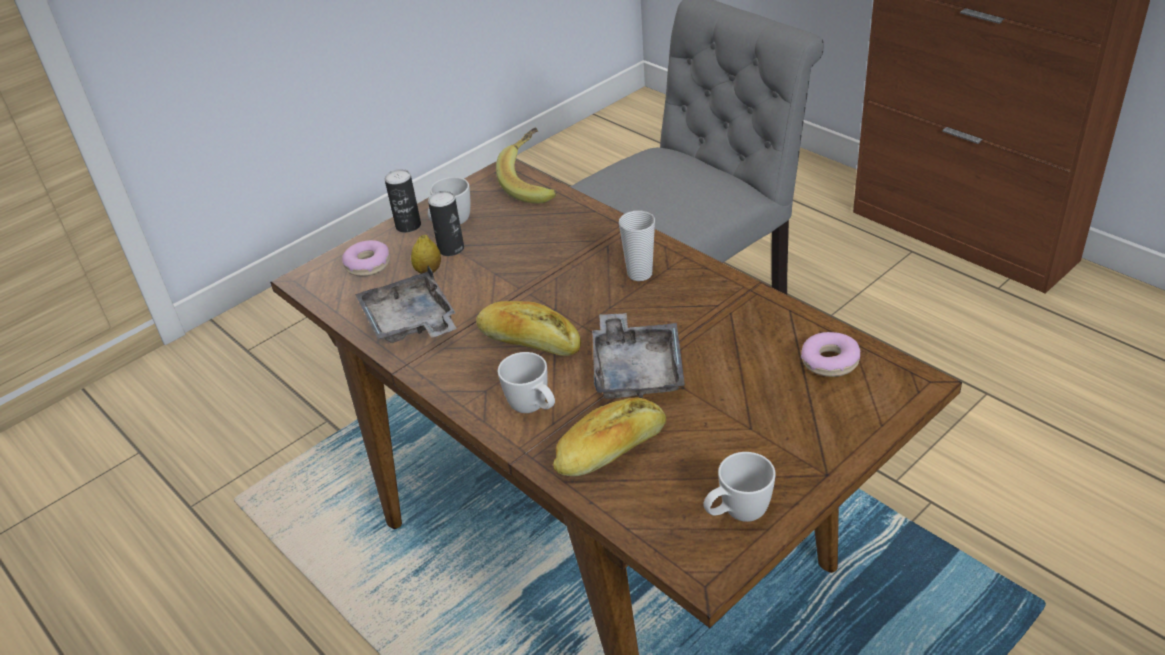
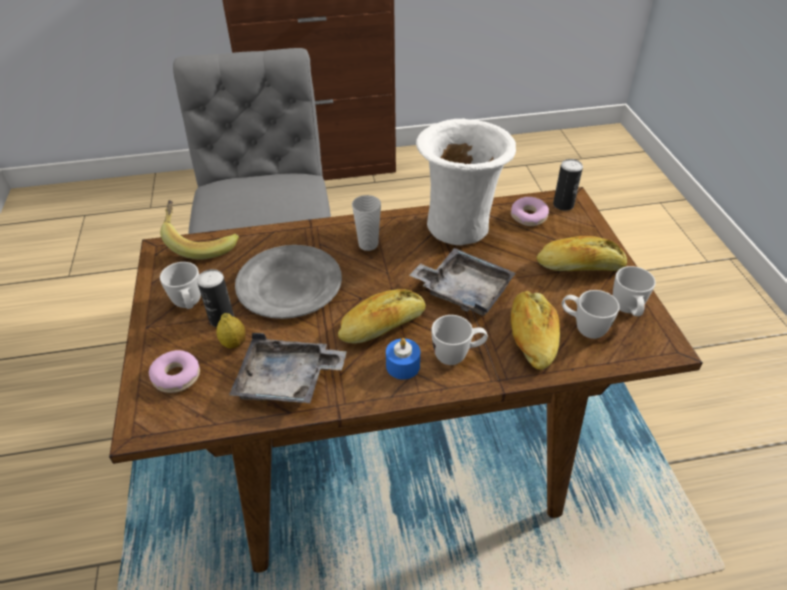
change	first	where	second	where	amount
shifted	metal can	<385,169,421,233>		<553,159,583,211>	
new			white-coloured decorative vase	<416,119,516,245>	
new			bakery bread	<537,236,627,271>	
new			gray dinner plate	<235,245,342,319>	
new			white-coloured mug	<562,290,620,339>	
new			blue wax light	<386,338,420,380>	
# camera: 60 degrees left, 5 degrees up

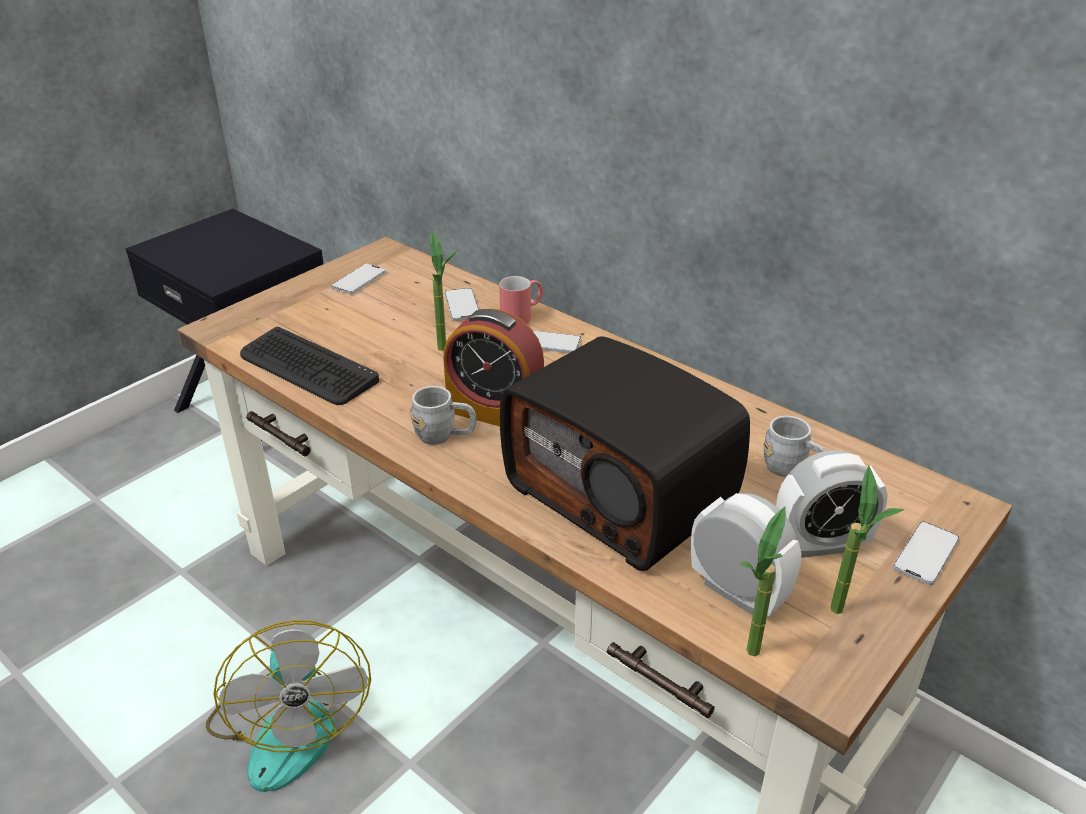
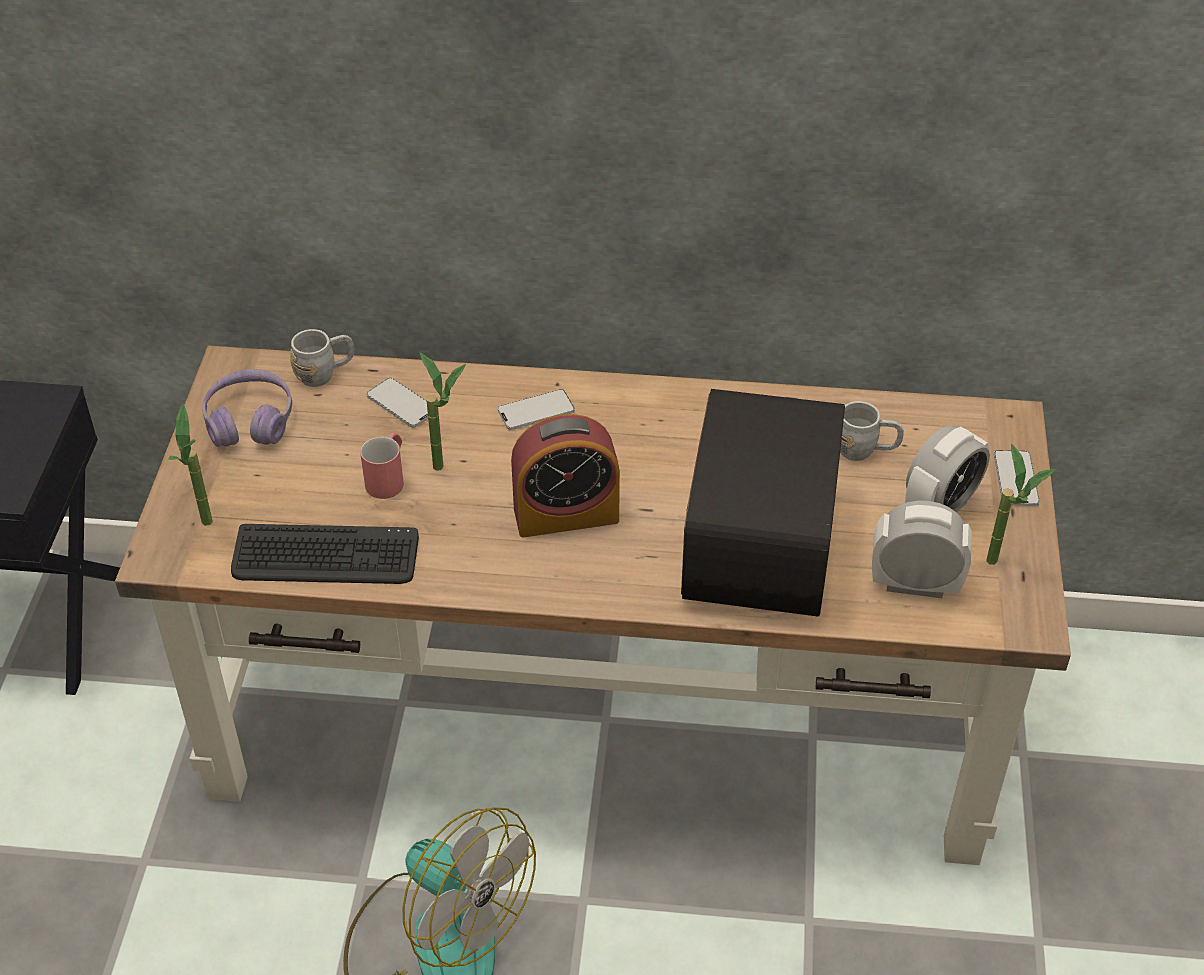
change	first	where	second	where	amount
swapped	telephone	<331,264,386,294>	purple headphones	<202,369,292,447>	
shifted	red mug	<499,276,544,324>		<360,433,404,499>	
rotated	radio receiver	<500,336,750,571>		<681,389,845,617>	90 degrees counterclockwise
shifted	gray mug	<410,386,476,445>		<290,329,354,387>	
shifted	houseplant	<740,507,786,657>		<168,404,213,526>	
# camera: 35 degrees left, 10 degrees up

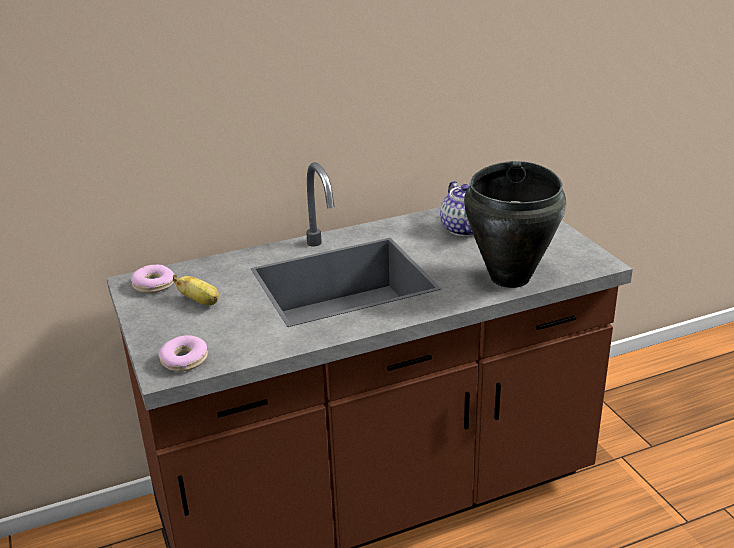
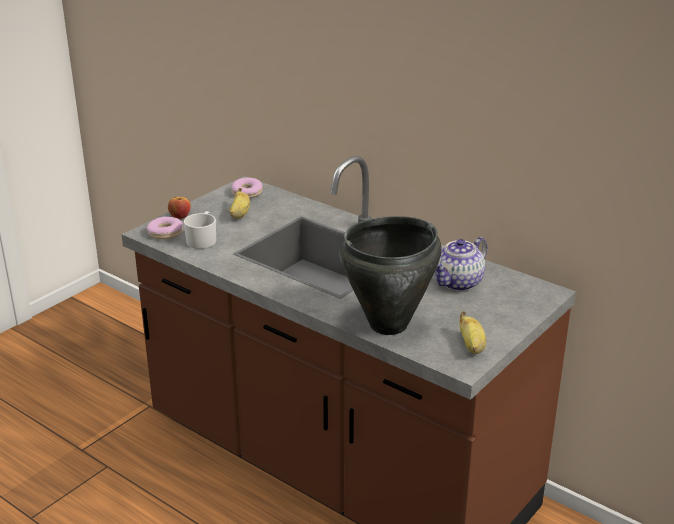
change	first	where	second	where	amount
new			apple	<168,197,191,219>	
new			white-coloured mug	<184,211,216,249>	
new			whole banana	<459,311,486,354>	
# camera: 60 degrees right, 0 degrees up

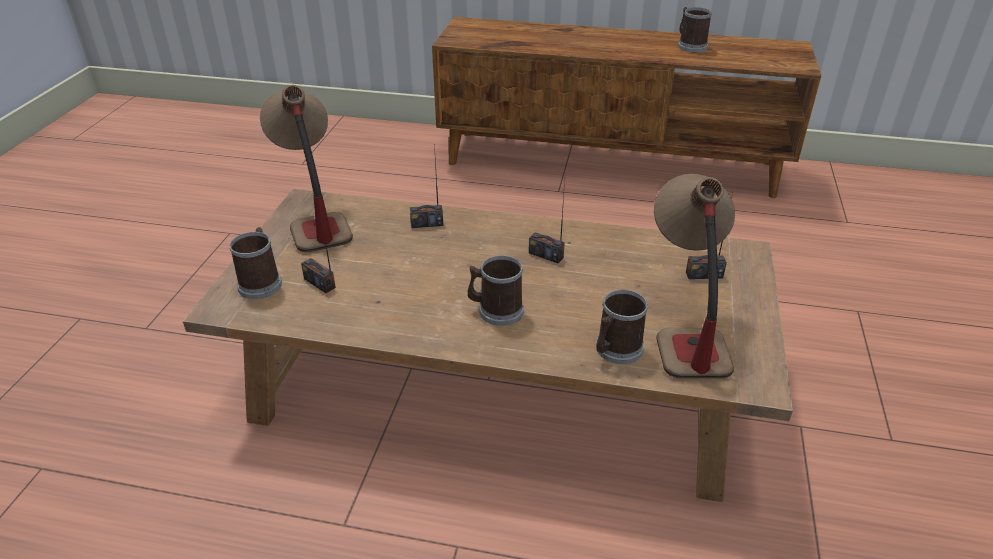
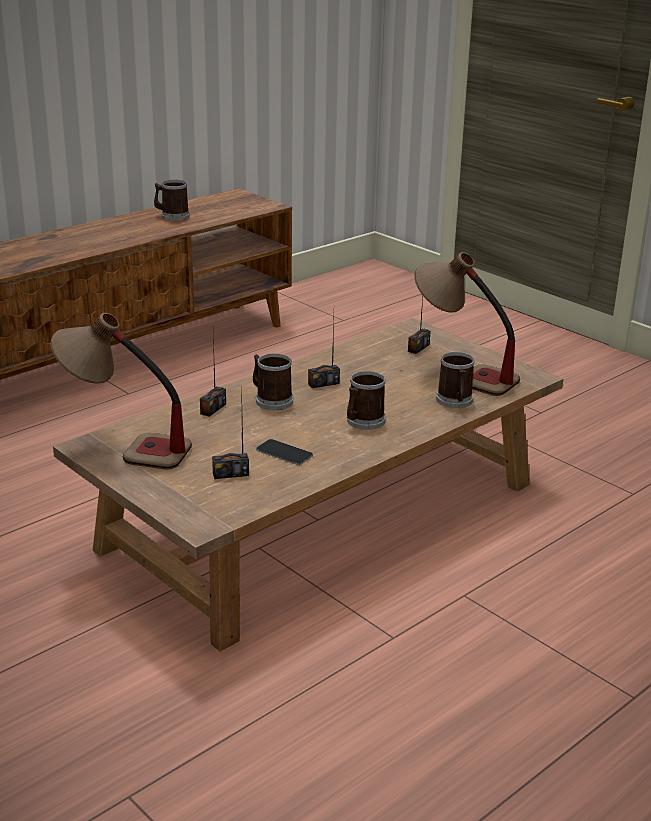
change	first	where	second	where	amount
shifted	mug	<229,227,282,299>		<253,354,293,410>	
new			telephone	<257,439,313,465>	
# camera: 55 degrees left, 10 degrees down

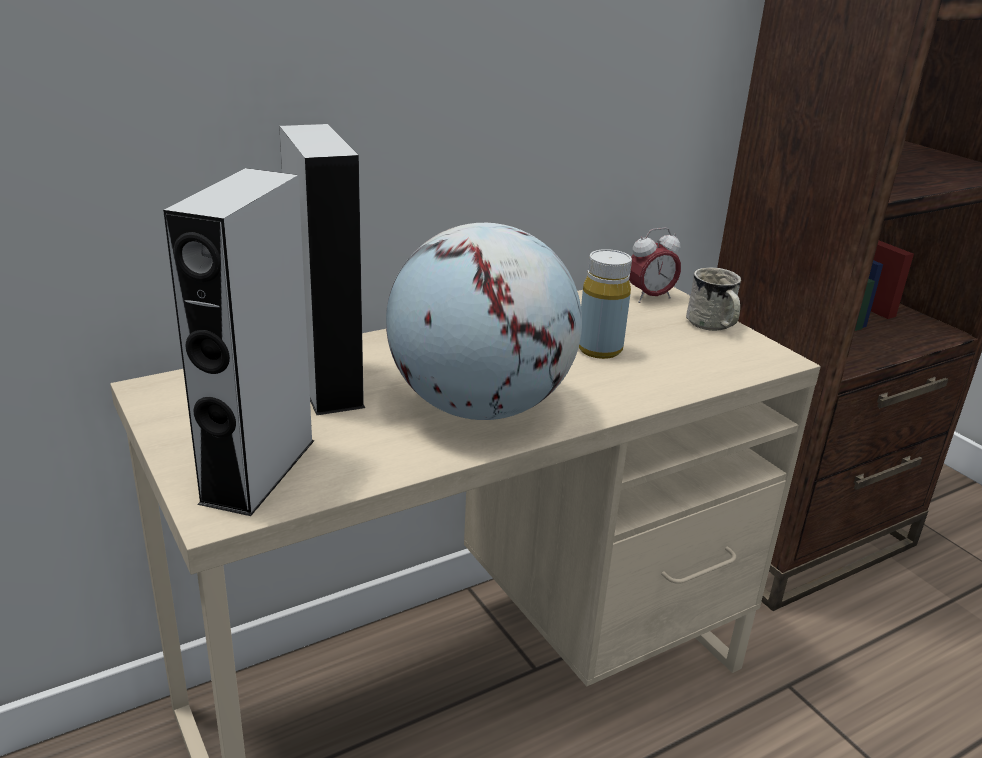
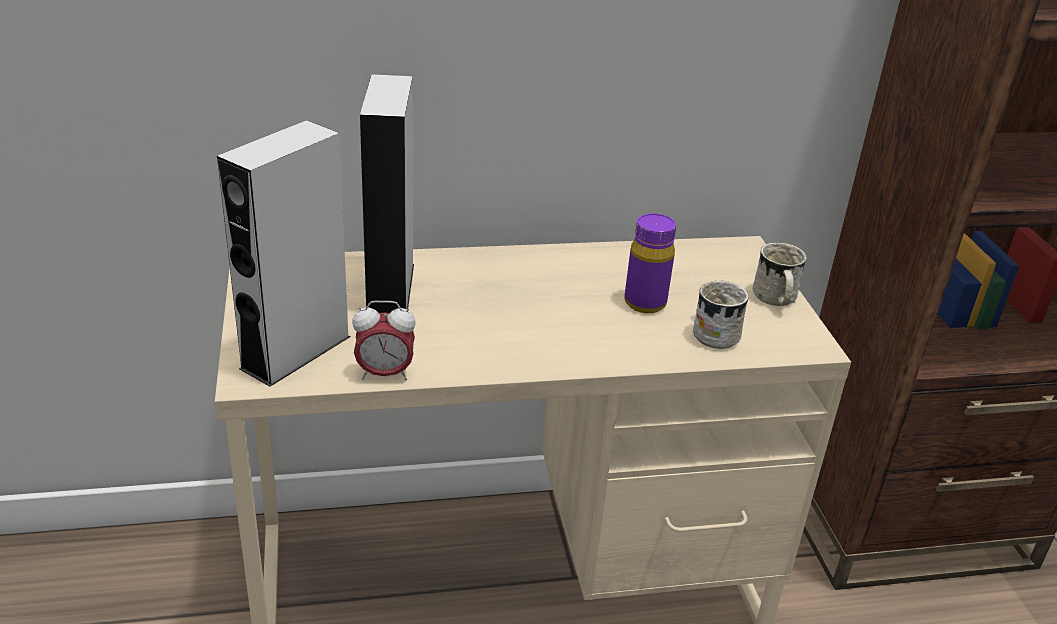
change	first	where	second	where	amount
gone	world globe	<386,223,582,420>			
shifted	table clock	<629,227,681,303>		<352,301,415,380>	
repainted	yellowish bottle	<579,249,632,359>	purple bottle	<624,213,676,313>	
new			white-coloured mug	<693,281,749,349>	
# camera: 20 degrees right, 5 degrees up

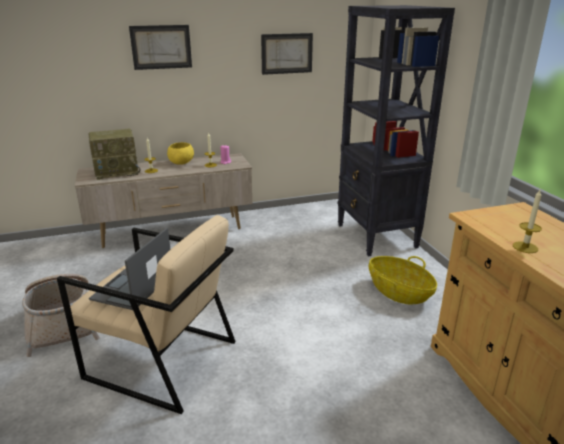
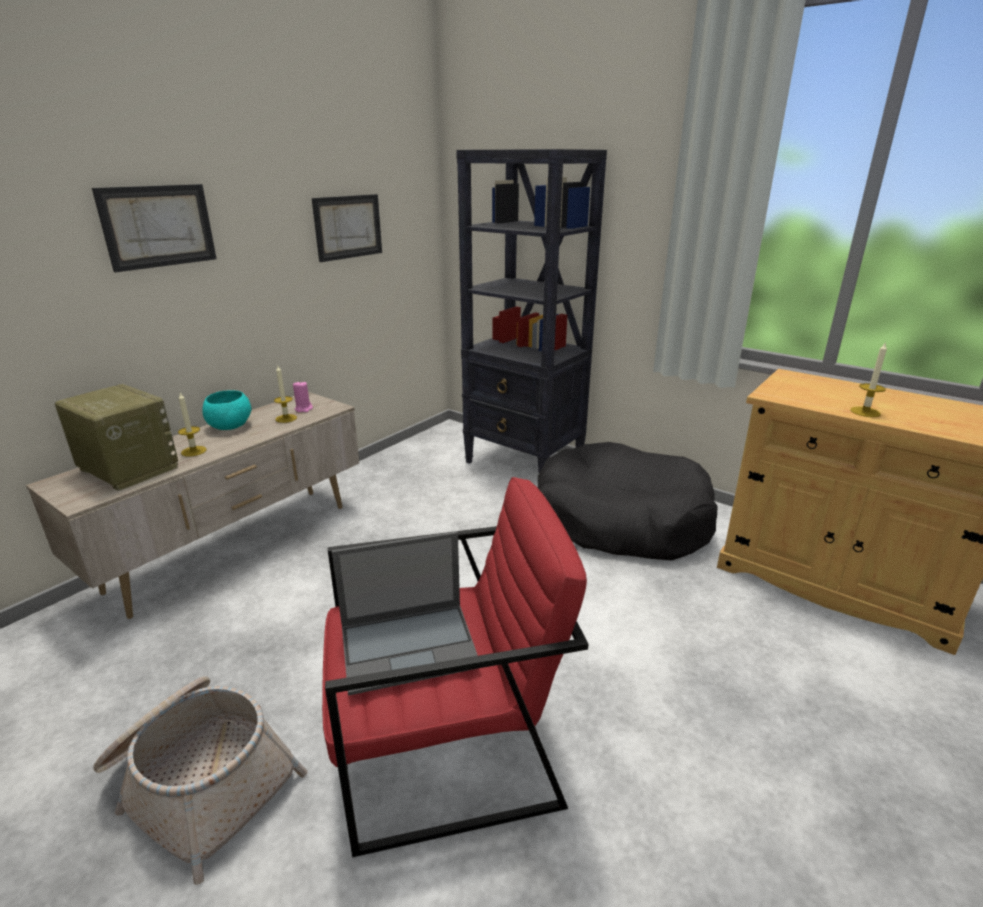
change	first	where	second	where	amount
rotated	radio receiver	<88,128,140,180>		<55,384,178,491>	90 degrees counterclockwise
repainted	yellowish serving bowl	<167,142,194,165>	turquoise-coloured serving bowl	<202,391,251,430>	
repainted	beige-coloured armchair	<57,215,236,414>	red armchair	<322,477,588,857>	
rotated	notebook computer	<89,228,170,310>		<332,531,478,696>	90 degrees counterclockwise
swapped	basket	<369,256,437,305>	black-coloured dog bed	<538,442,718,560>	
# camera: 35 degrees left, 0 degrees up

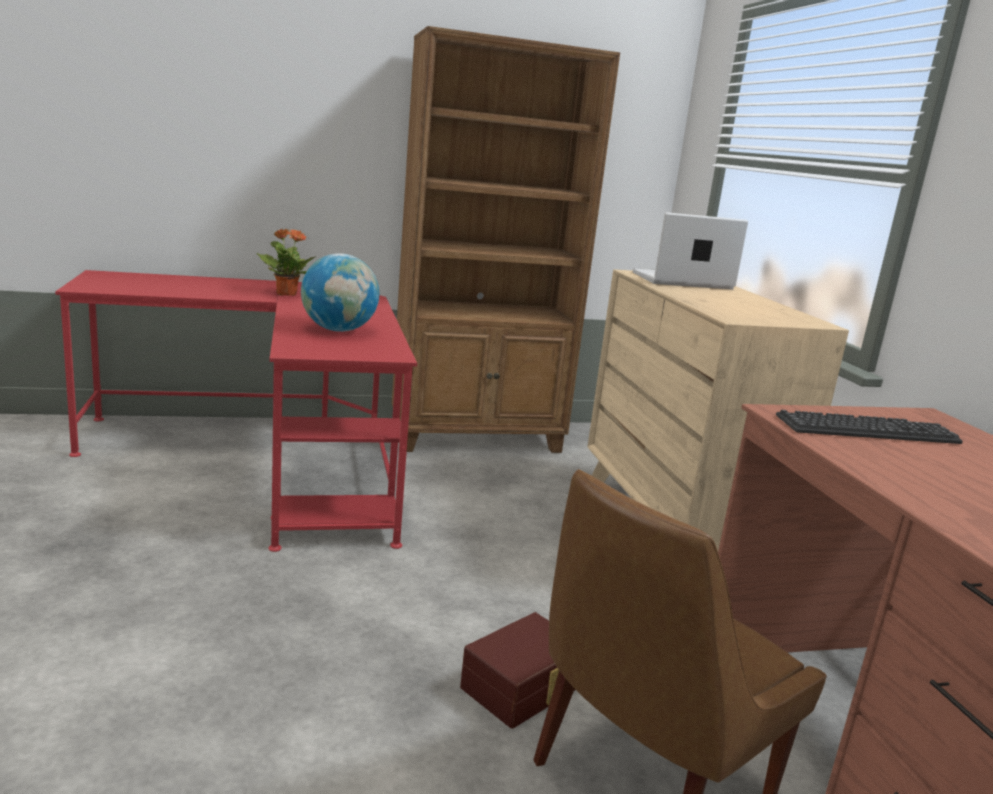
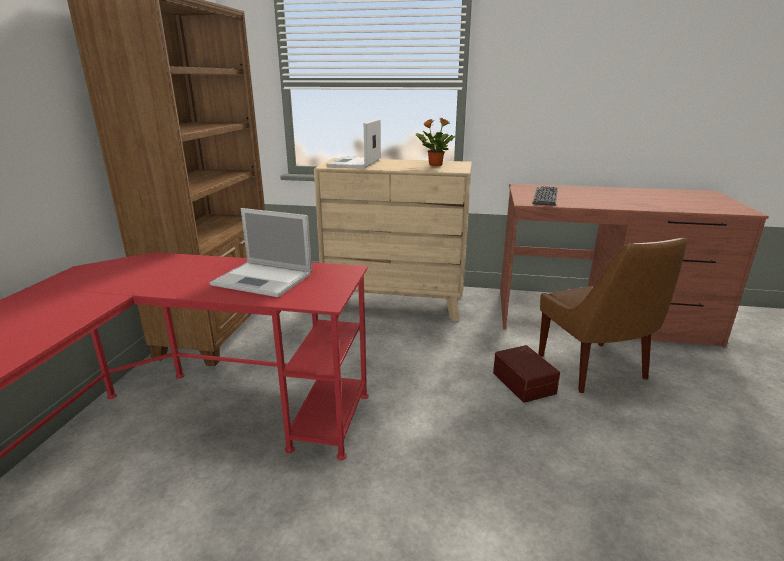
change	first	where	second	where	amount
shifted	houseplant	<257,229,315,296>		<416,118,458,166>	
swapped	world globe	<301,253,379,332>	notebook computer	<210,208,312,297>	
# camera: 65 degrees left, 5 degrees up

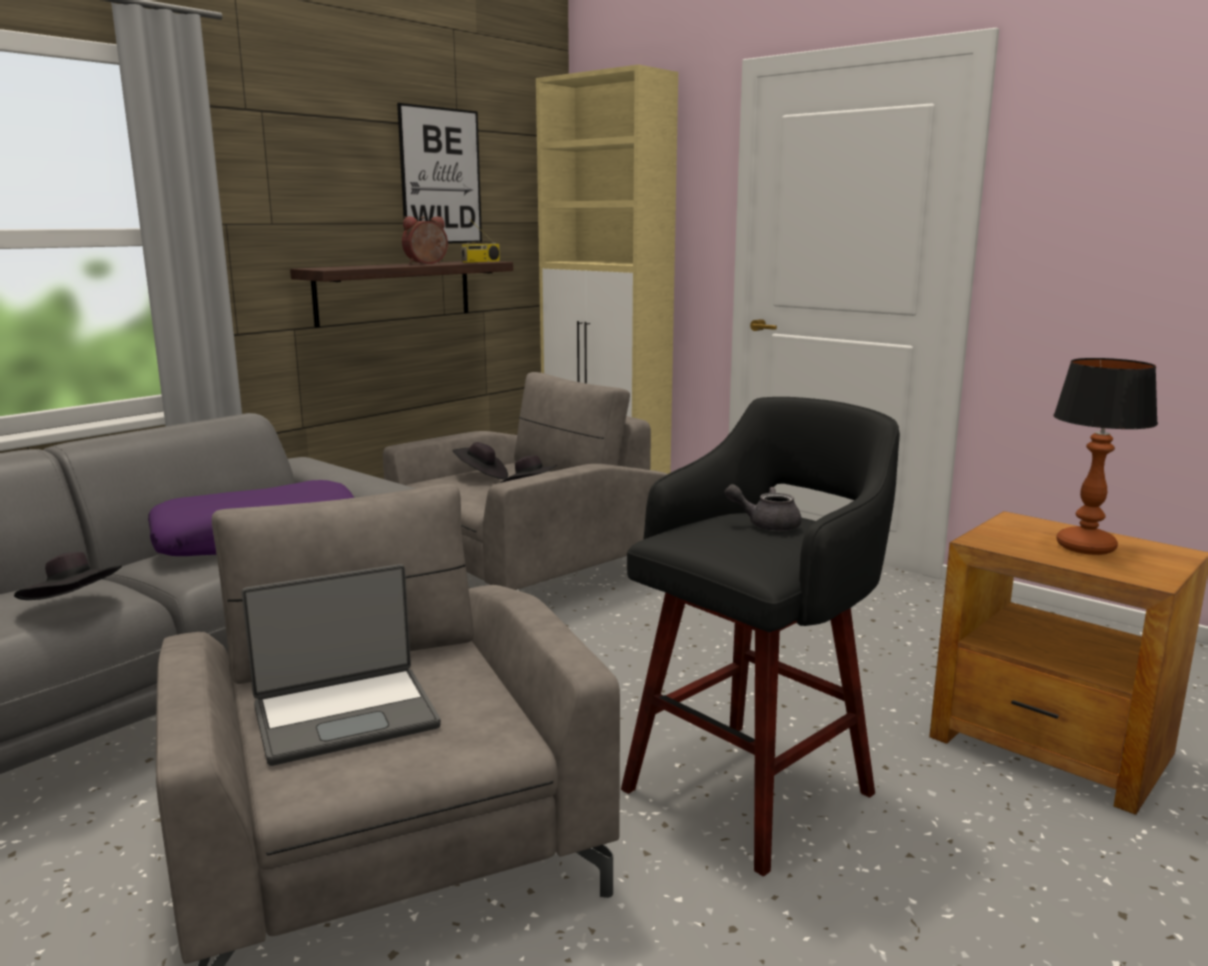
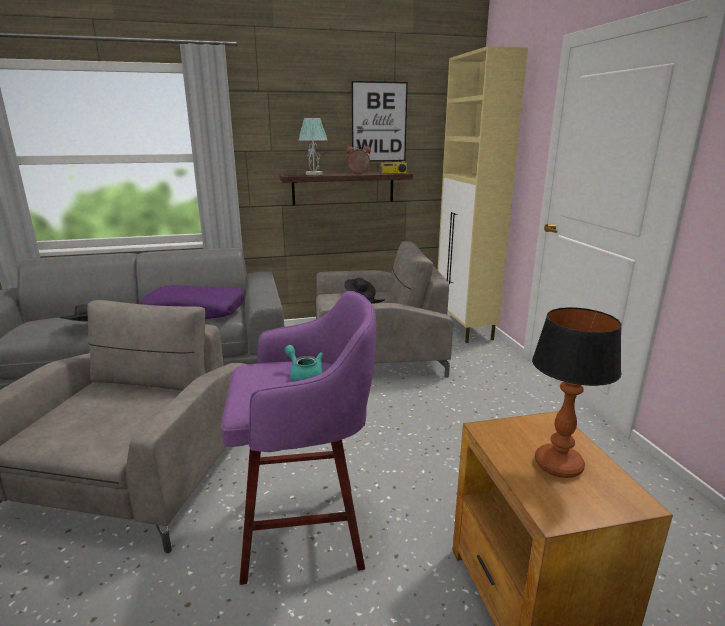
change	first	where	second	where	amount
repainted	black-coloured sitting stool	<621,397,900,876>	purple sitting stool	<221,291,377,585>	
repainted	gray teapot	<725,484,802,531>	turquoise-coloured teapot	<285,345,323,382>	
gone	notebook computer	<242,564,441,766>			
new			lamp for a table	<299,118,327,175>	
# camera: 35 degrees right, 5 degrees up

